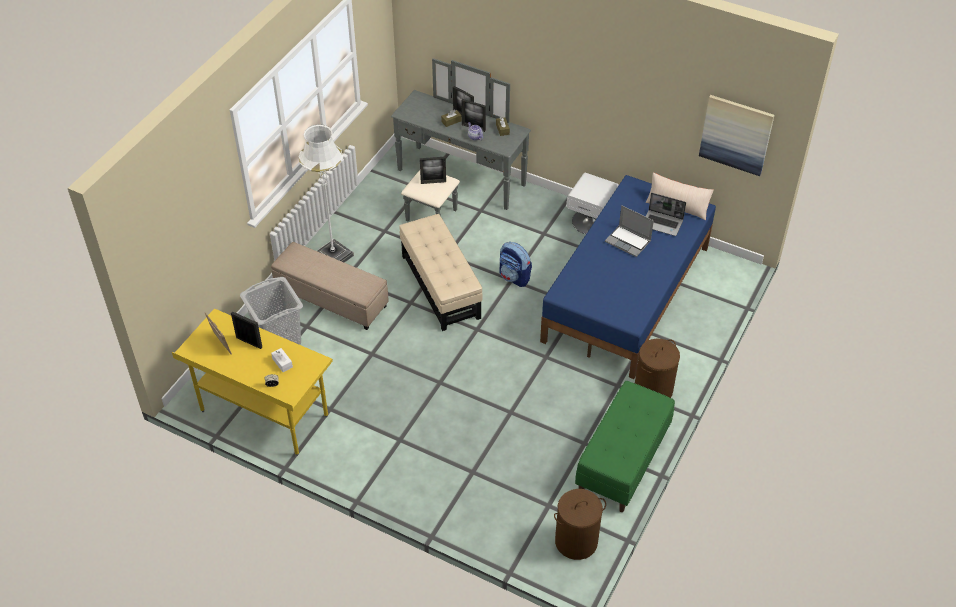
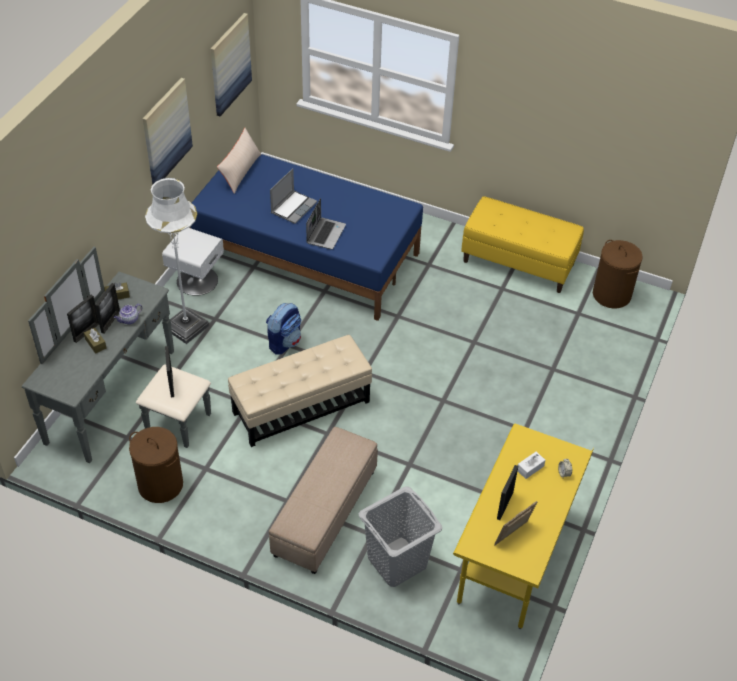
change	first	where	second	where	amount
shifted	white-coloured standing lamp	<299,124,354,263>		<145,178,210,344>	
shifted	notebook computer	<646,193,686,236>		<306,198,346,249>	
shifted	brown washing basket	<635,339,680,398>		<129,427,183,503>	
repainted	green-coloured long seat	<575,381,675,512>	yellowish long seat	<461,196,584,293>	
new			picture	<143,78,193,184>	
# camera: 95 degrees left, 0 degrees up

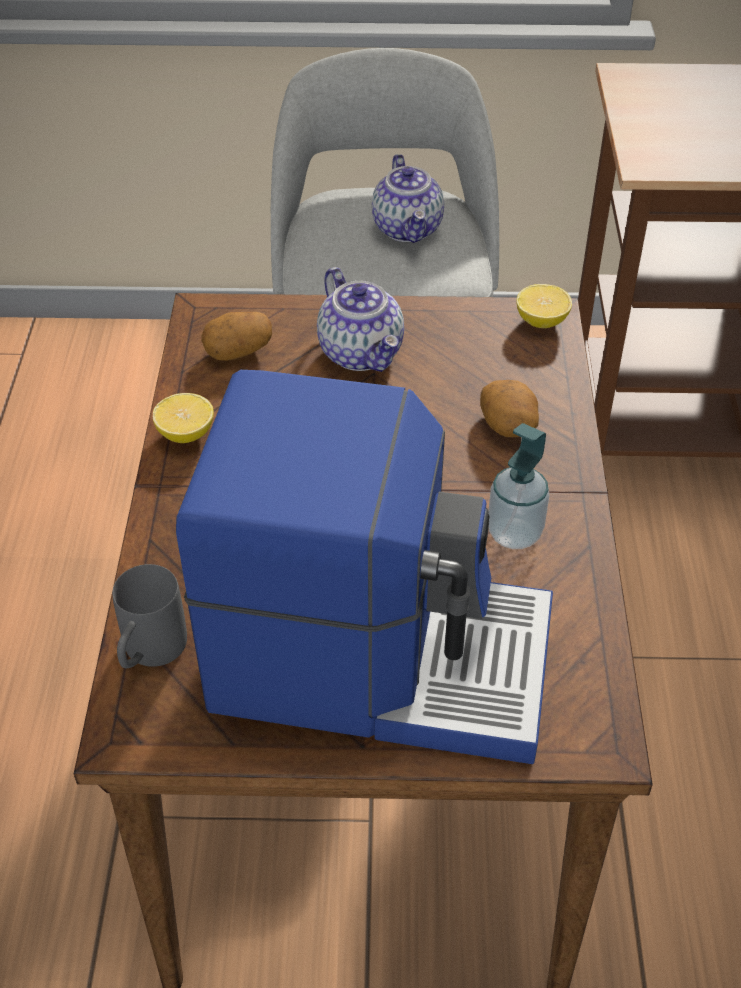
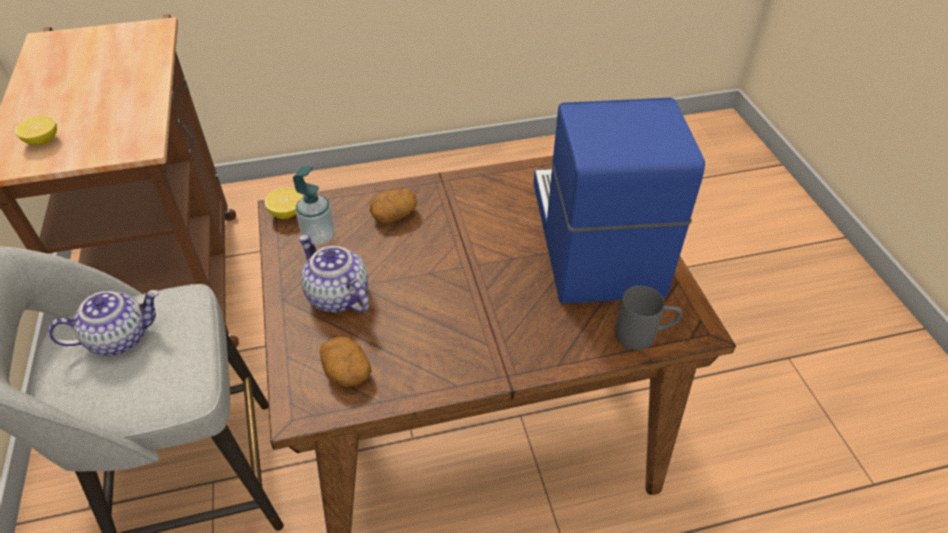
change	first	where	second	where	amount
rotated	teapot	<317,267,404,372>		<299,235,369,313>	90 degrees counterclockwise
shifted	citrus fruit	<153,393,214,443>		<15,116,57,145>	
shifted	soap bottle	<488,423,549,549>		<293,166,335,245>	
# camera: 105 degrees left, 0 degrees up

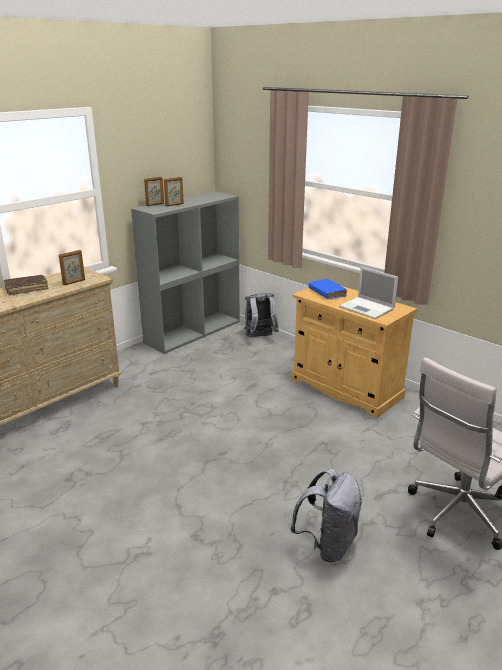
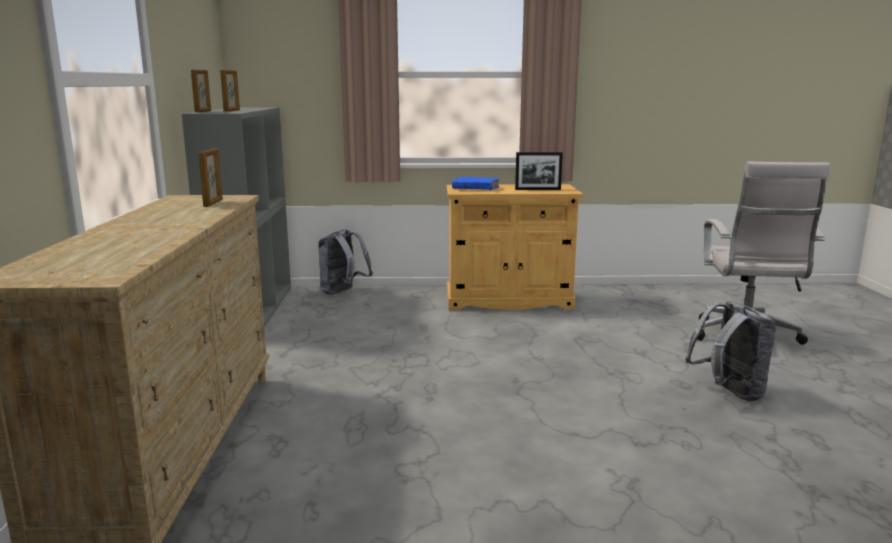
change	first	where	second	where	amount
swapped	notebook computer	<339,267,398,319>	photo frame	<515,152,563,190>	
gone	brown volume	<4,275,48,295>			
# camera: 45 degrees left, 10 degrees down

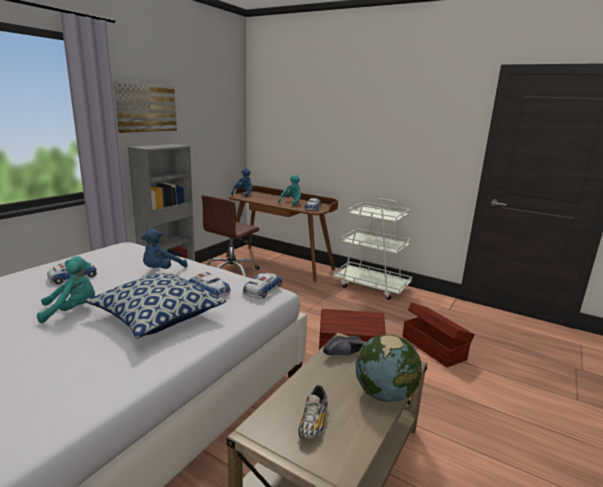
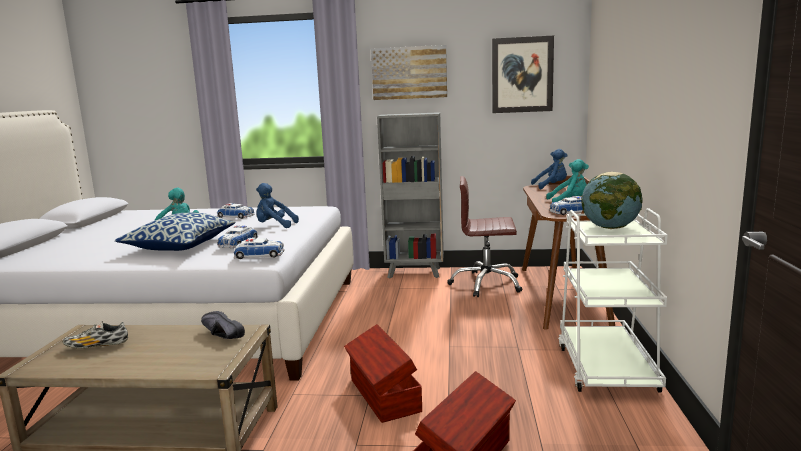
change	first	where	second	where	amount
shifted	world globe	<356,335,422,402>		<581,172,642,229>	
new			picture	<492,36,554,113>	
# camera: 65 degrees right, 5 degrees down

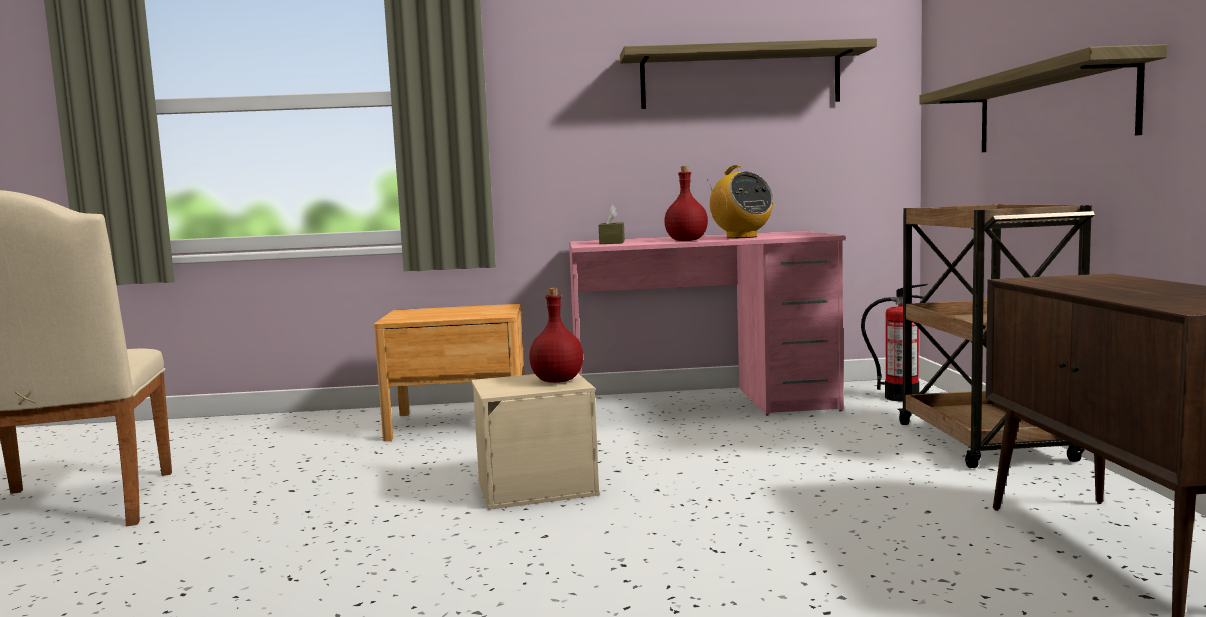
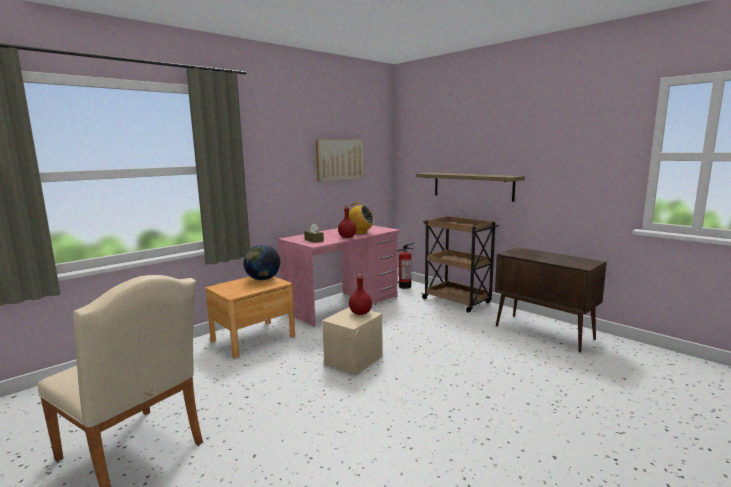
change	first	where	second	where	amount
swapped	shelf	<620,38,877,109>	picture	<316,140,364,182>	
new			world globe	<243,245,280,280>	
# camera: 40 degrees left, 5 degrees up

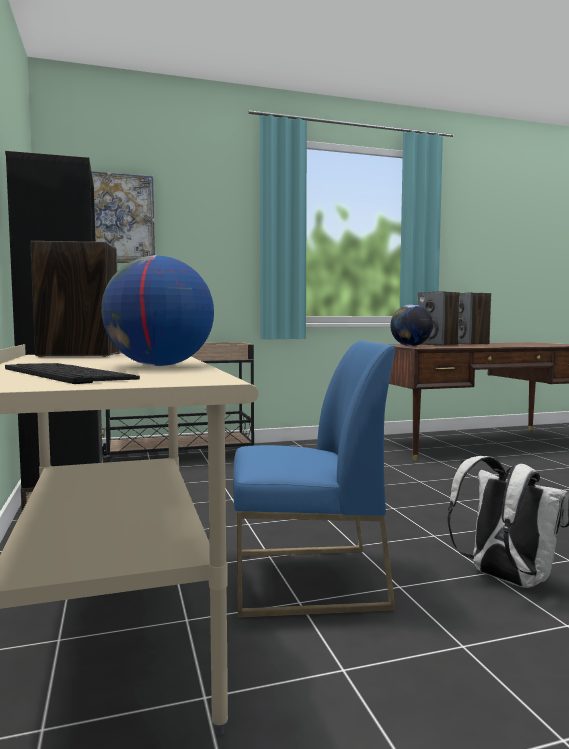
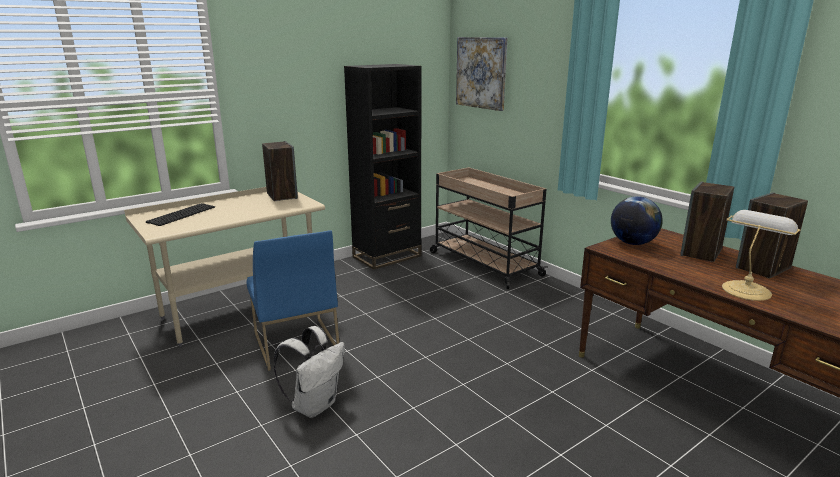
change	first	where	second	where	amount
gone	world globe	<101,256,214,366>			
new			lamp for a table	<722,210,801,301>	
# camera: 70 degrees right, 15 degrees up

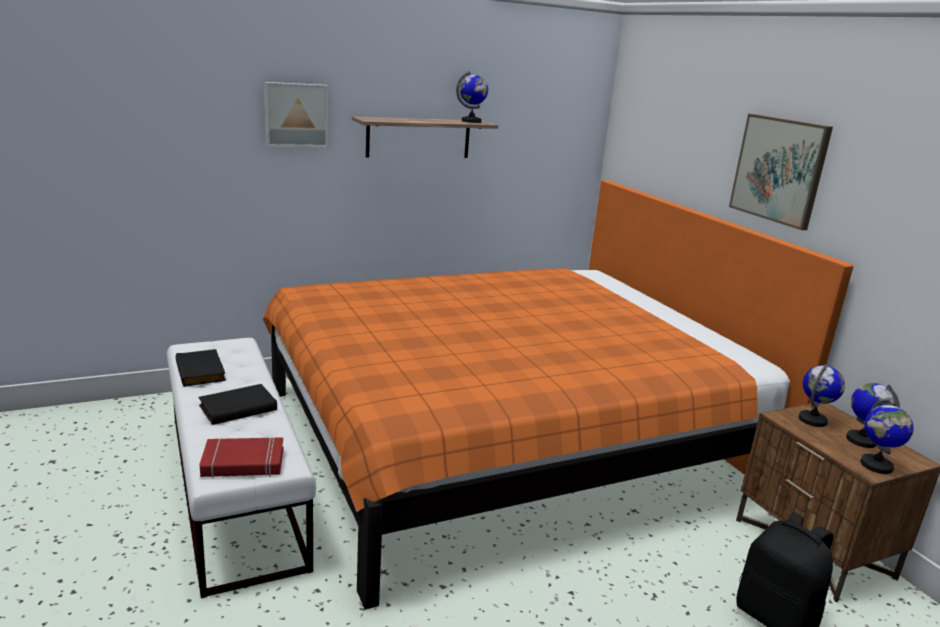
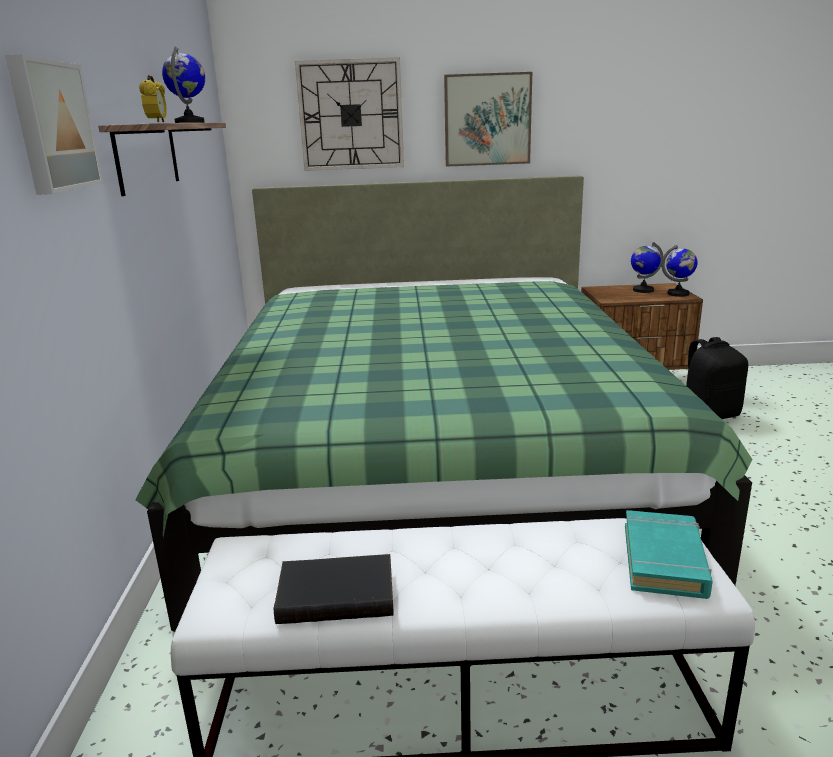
change	first	where	second	where	amount
repainted	orange-coloured bedroom bed	<263,180,854,610>	green-coloured bedroom bed	<135,175,753,632>	
gone	world globe	<799,365,845,427>			
gone	black-coloured volume	<199,384,277,425>			
repainted	red volume	<200,437,283,478>	turquoise-coloured volume	<625,510,713,599>	
new			wall clock	<295,57,404,171>	
new			table clock	<139,75,167,123>	
# camera: 65 degrees left, 0 degrees up

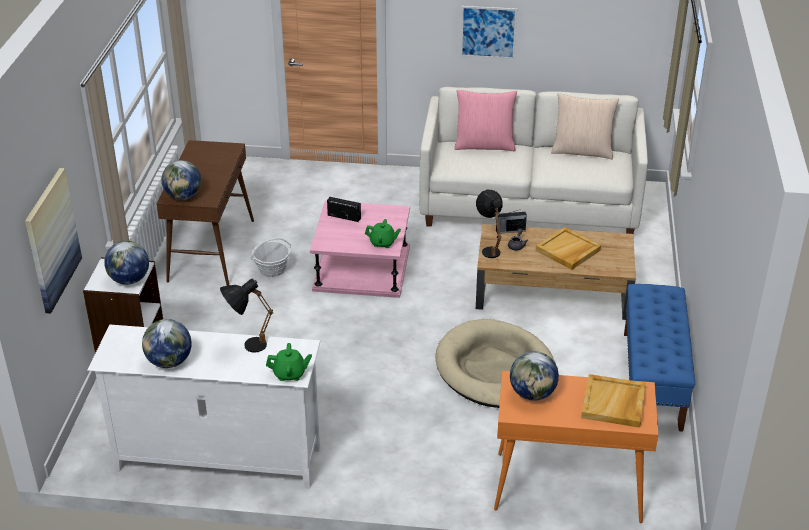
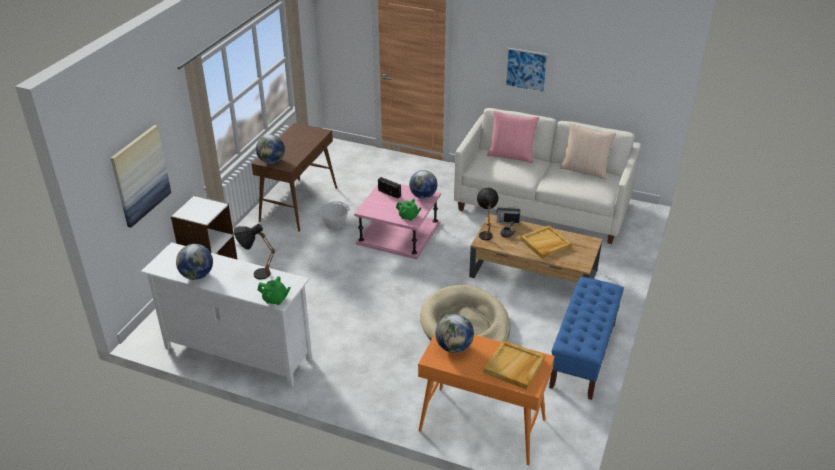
change	first	where	second	where	amount
shifted	world globe	<104,241,149,285>		<409,170,437,199>	
# camera: 15 degrees right, 0 degrees up

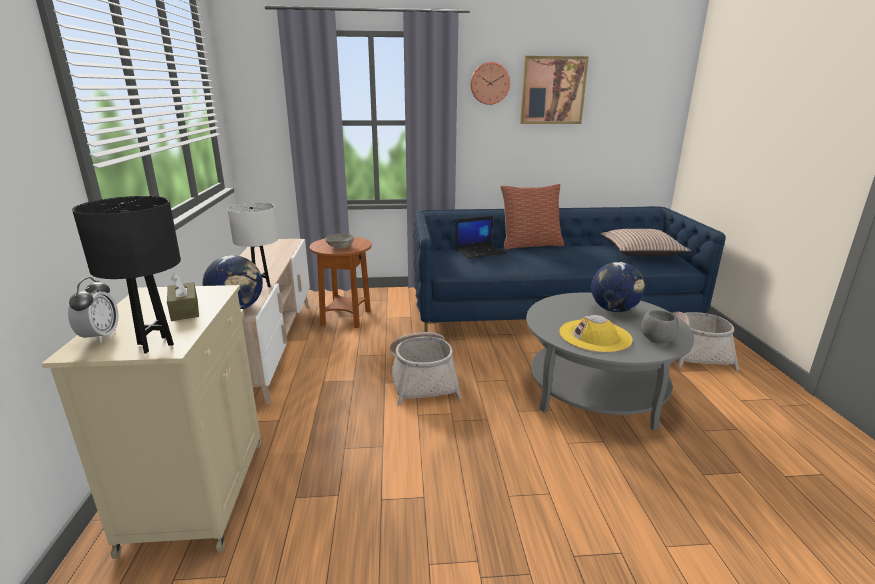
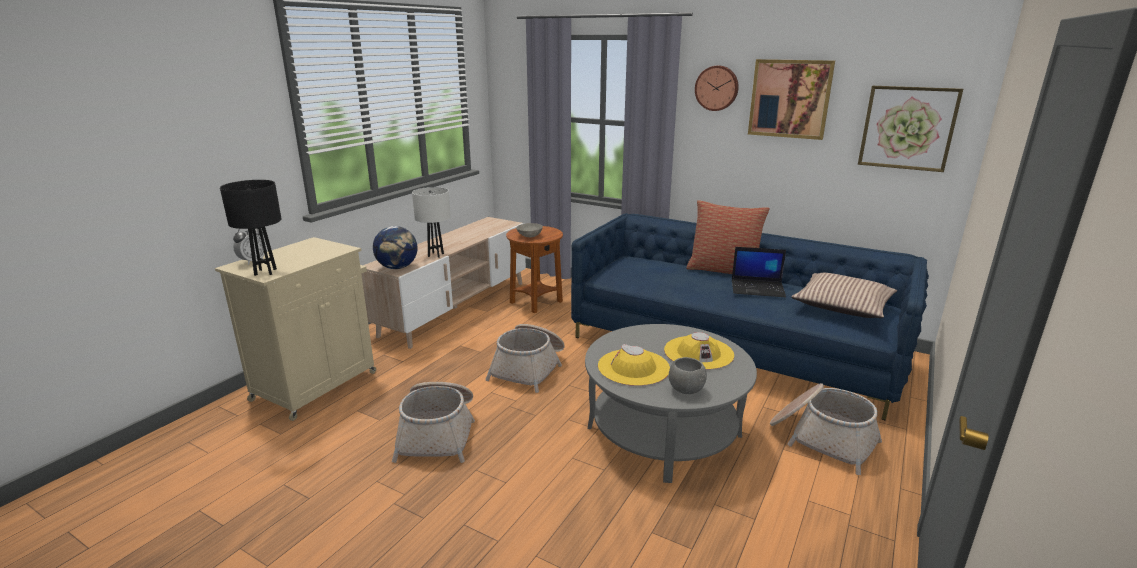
change	first	where	second	where	amount
shifted	notebook computer	<455,216,507,259>		<732,247,786,297>	
swapped	world globe	<591,262,645,312>	yellowish hat	<664,332,734,370>	
gone	brown box of tissues	<167,273,199,321>			
new			picture	<858,86,963,172>	
new			basket	<392,382,475,463>	
# camera: 35 degrees right, 0 degrees up

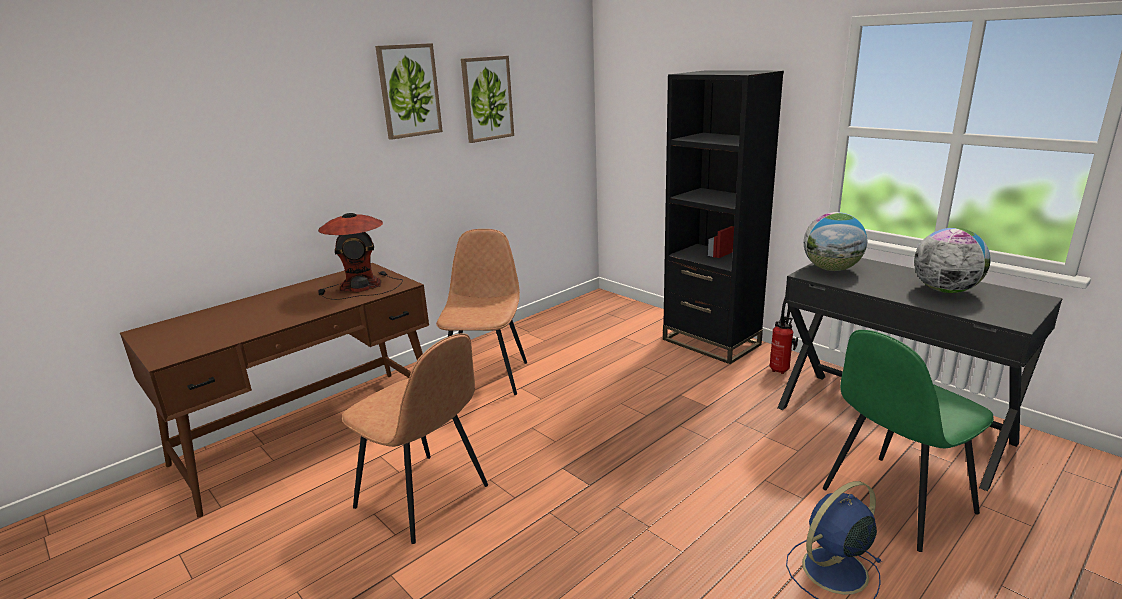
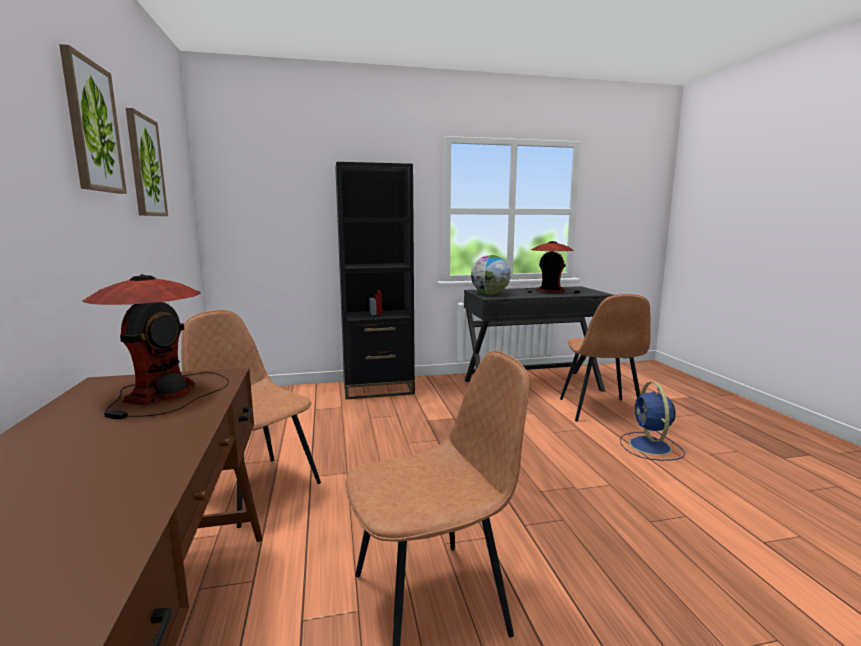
change	first	where	second	where	amount
swapped	world globe	<914,228,991,293>	lamp for a table	<525,241,580,294>	
gone	fire-fighting cylinder	<770,298,798,374>			
repainted	green-coloured plain chair	<823,330,994,552>	brown plain chair	<560,294,651,422>	
# camera: 60 degrees left, 10 degrees down

